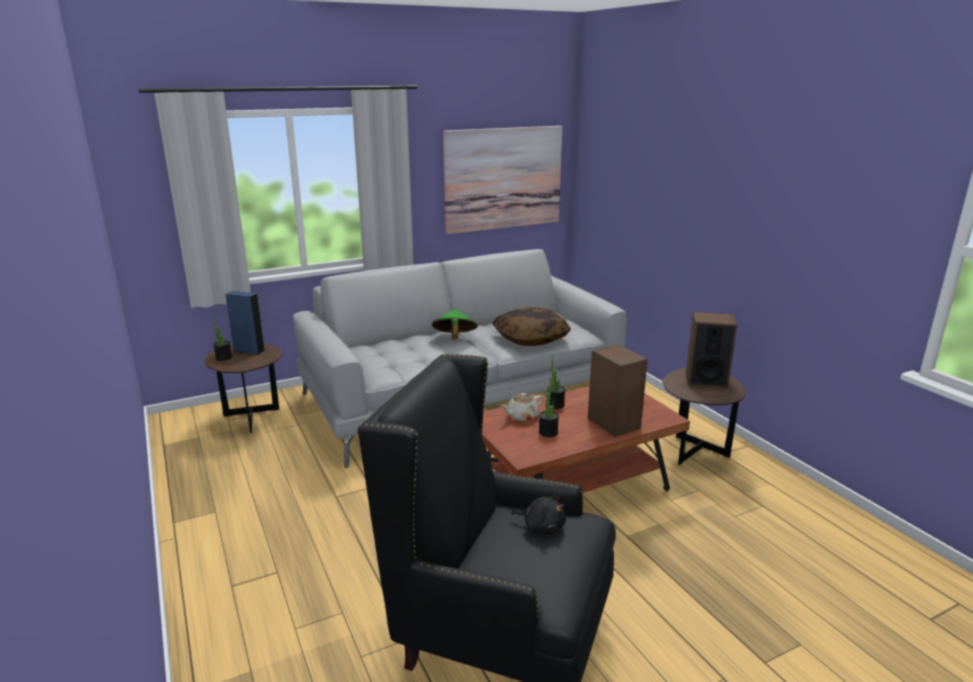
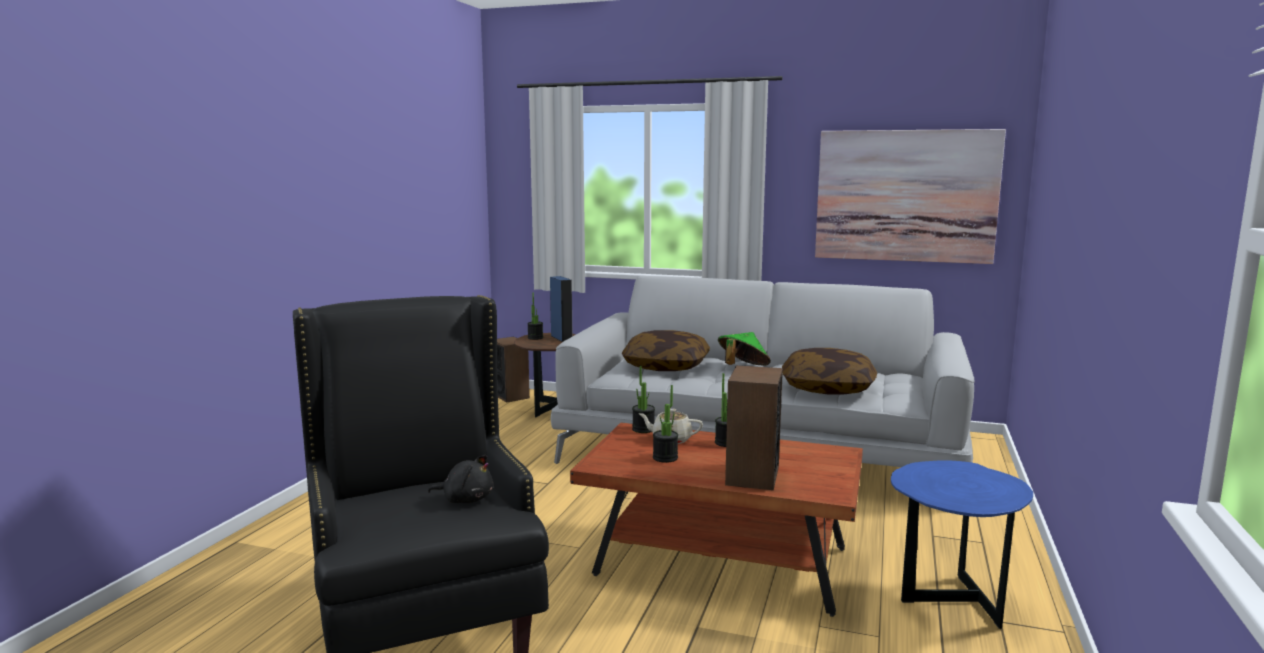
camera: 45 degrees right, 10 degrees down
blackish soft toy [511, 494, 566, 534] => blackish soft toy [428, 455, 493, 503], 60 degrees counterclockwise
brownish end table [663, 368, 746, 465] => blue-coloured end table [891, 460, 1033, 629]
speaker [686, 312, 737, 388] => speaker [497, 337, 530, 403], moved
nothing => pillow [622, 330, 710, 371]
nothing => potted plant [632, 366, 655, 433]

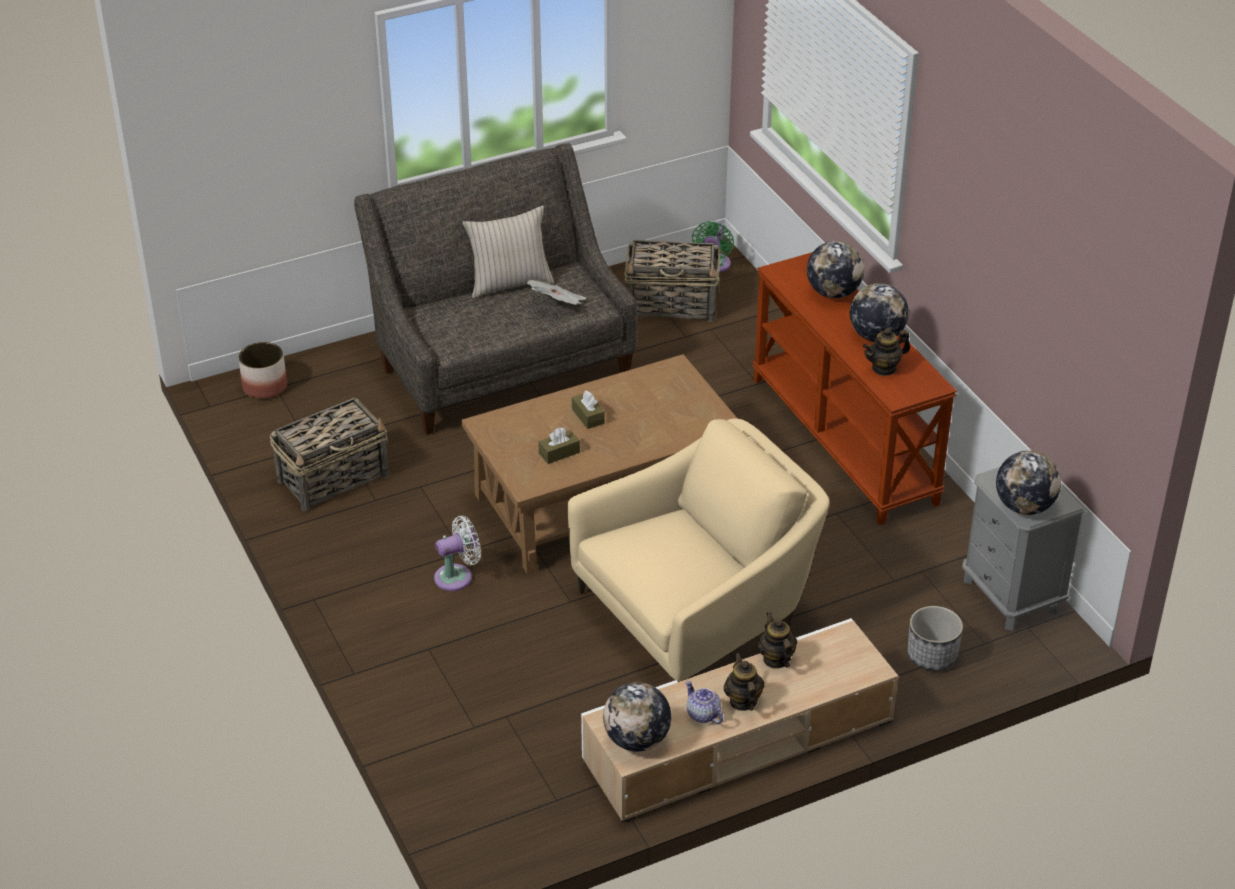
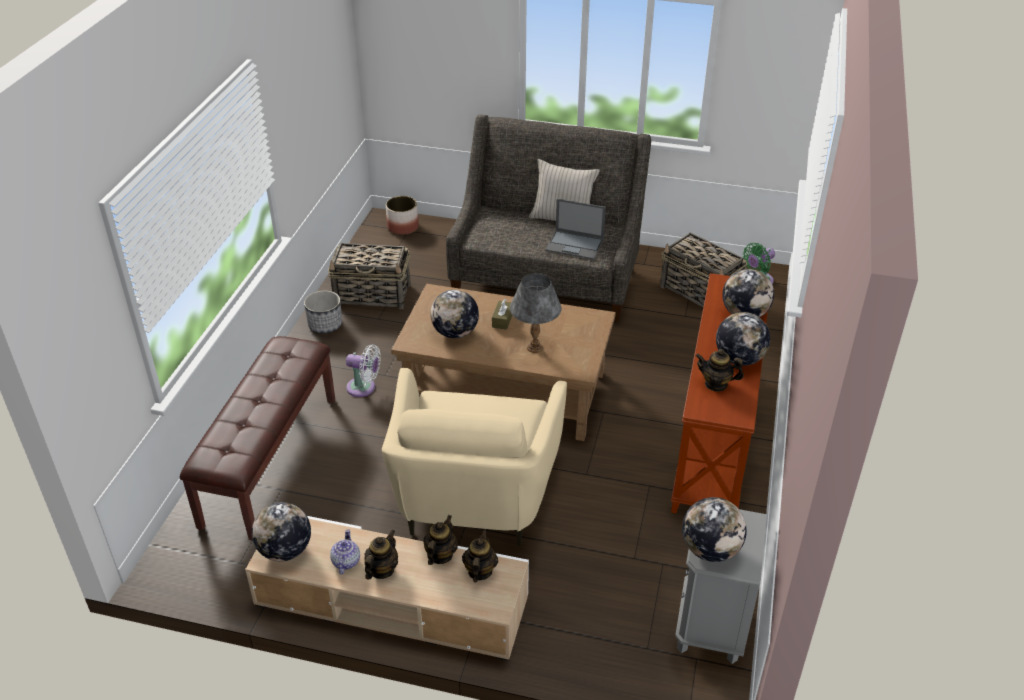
camera: 40 degrees right, 0 degrees up
printed paper [527, 280, 586, 305] => portable computer [545, 199, 606, 260]
brownish tissue holder [538, 427, 580, 464] => desk globe [430, 290, 479, 338]
sand-coloured armchair [567, 419, 830, 682] => sand-coloured armchair [382, 368, 567, 546], 90 degrees clockwise
flower pot [907, 606, 963, 670] => flower pot [304, 291, 342, 333], moved
nothing => brownish long seat [180, 336, 335, 541]
nothing => tea pot [462, 529, 498, 583]
nothing => greyish lamp for a table [510, 273, 562, 353]

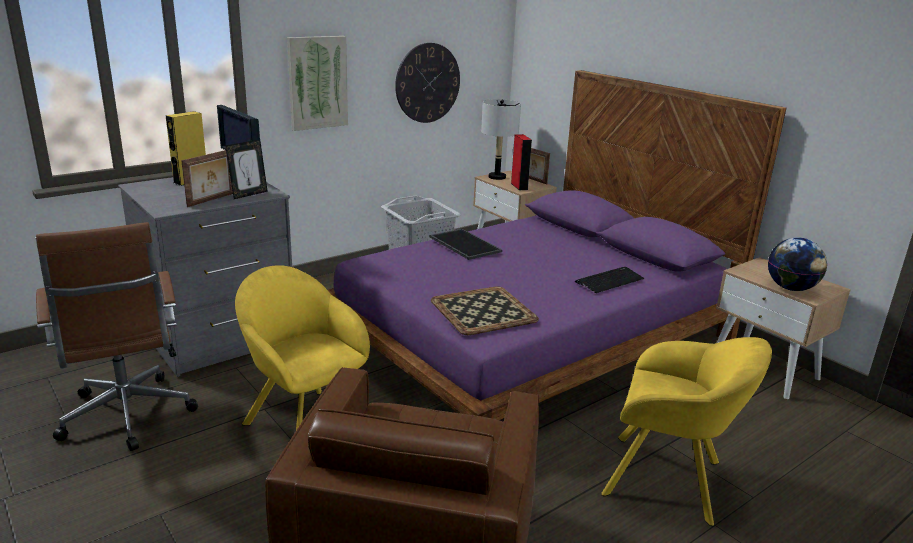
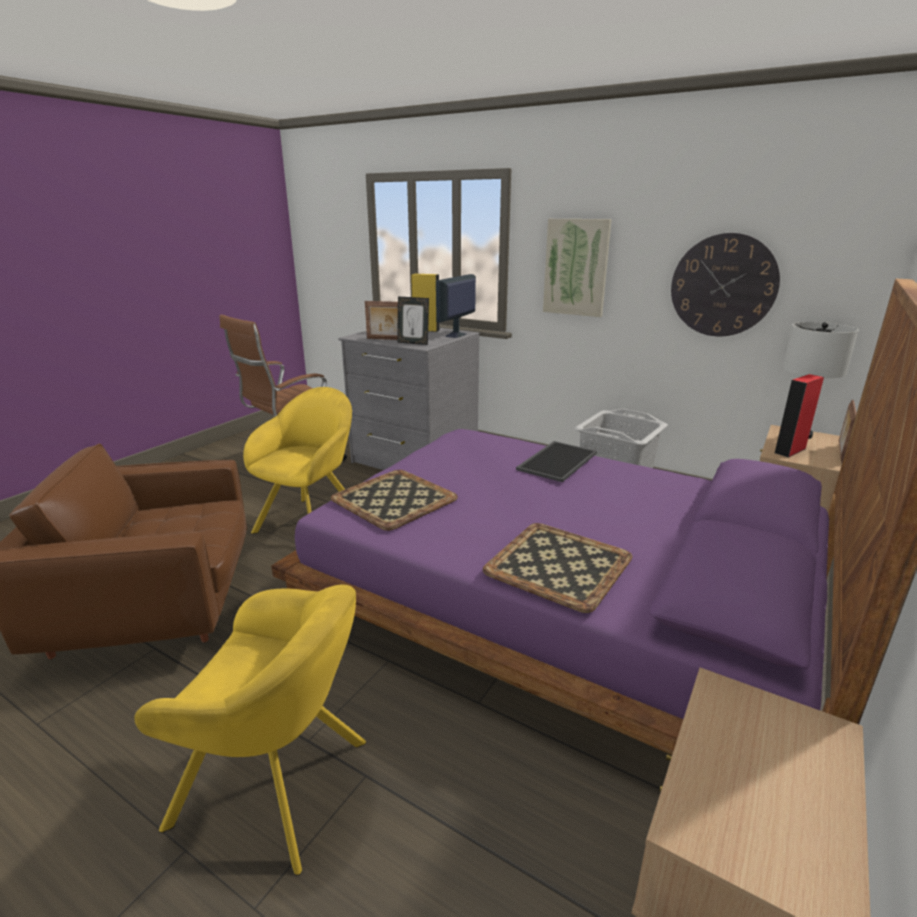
camera: 70 degrees right, 0 degrees up
PC keyboard [575, 267, 644, 293] => carrying tray [483, 523, 632, 613]
yellowish armchair [601, 337, 772, 526] => yellowish armchair [134, 585, 366, 876], 75 degrees counterclockwise
desk globe [768, 237, 827, 291] => nothing

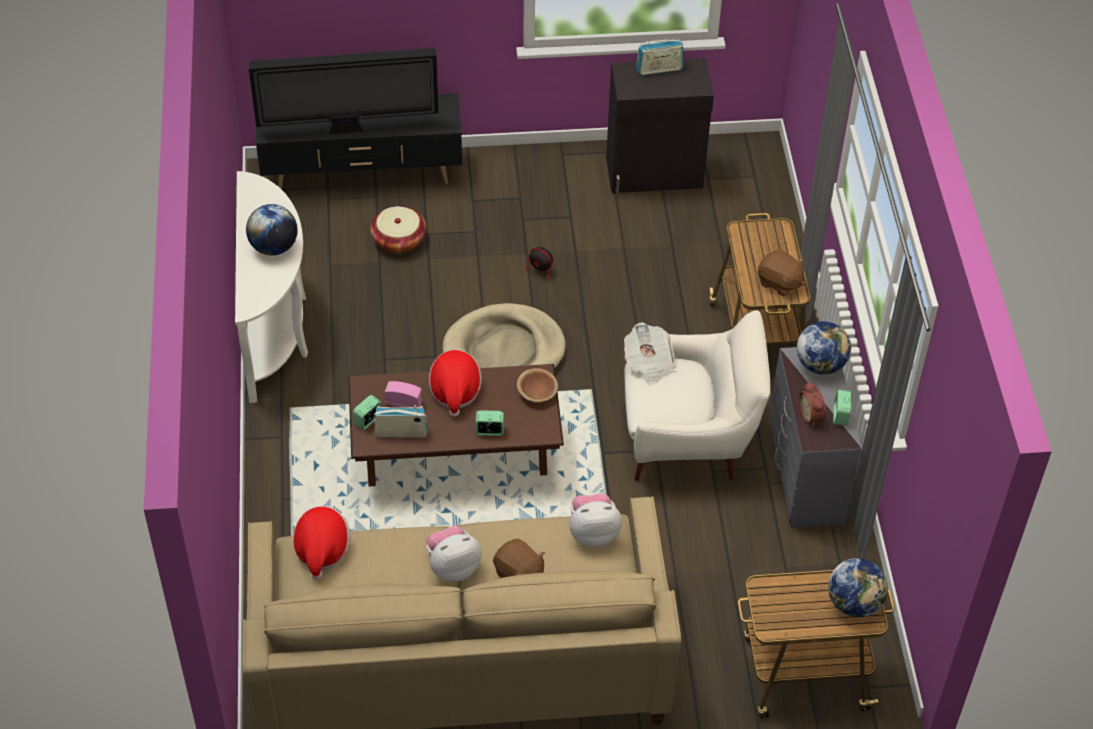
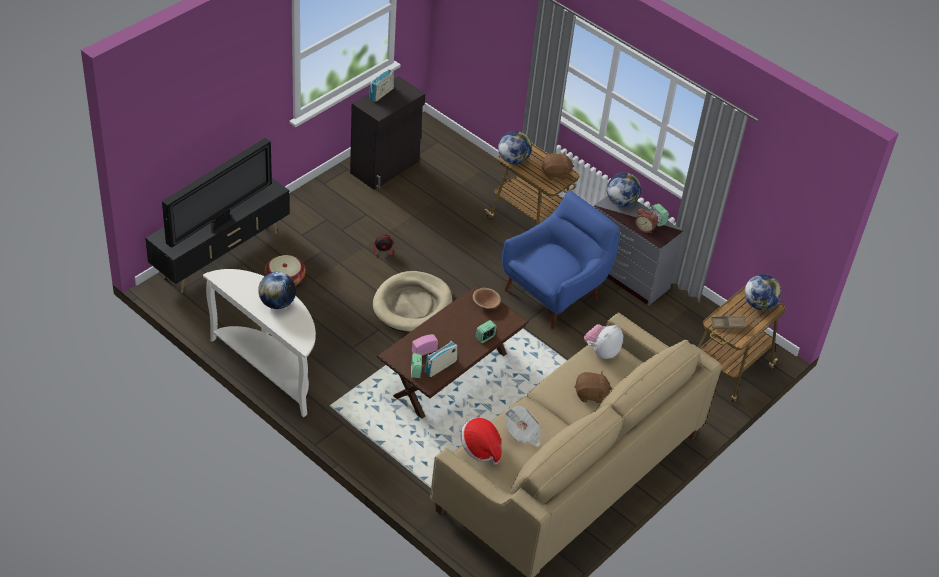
camera: 45 degrees left, 5 degrees down
soft toy [426, 526, 482, 582] => nothing
wearable hat [429, 349, 482, 417] => nothing
white armchair [624, 311, 770, 481] => blue-coloured armchair [502, 191, 620, 329]
printed paper [624, 322, 675, 385] => printed paper [505, 406, 542, 446], moved
nothing => desk globe [498, 131, 532, 164]
nothing => brownish carrying tray [711, 316, 746, 329]

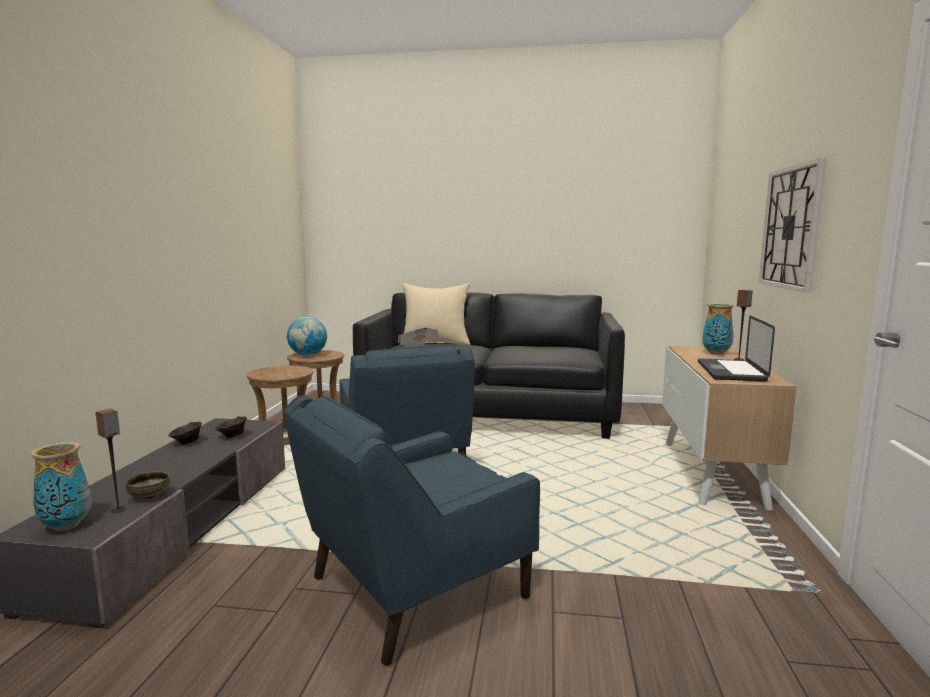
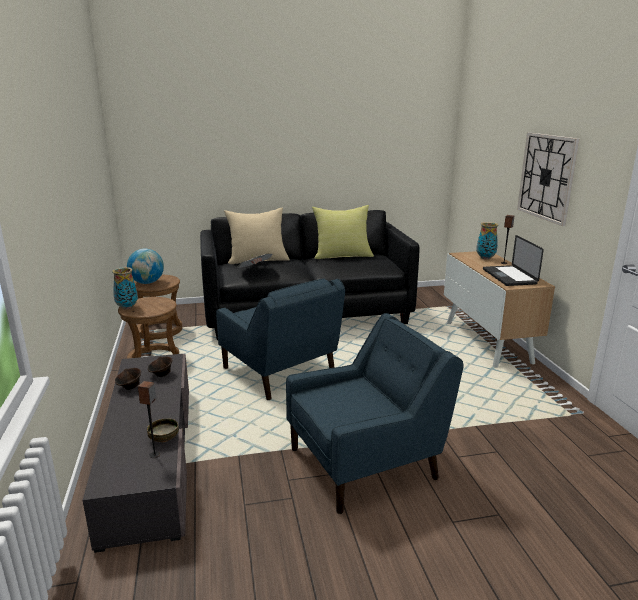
camera: 20 degrees left, 10 degrees up
flower vase [30, 442, 92, 531] => flower vase [112, 267, 138, 309], moved
blue-coloured armchair [284, 395, 540, 666] => blue-coloured armchair [286, 313, 464, 514], 150 degrees counterclockwise
nothing => yellowish pillow [312, 205, 374, 259]

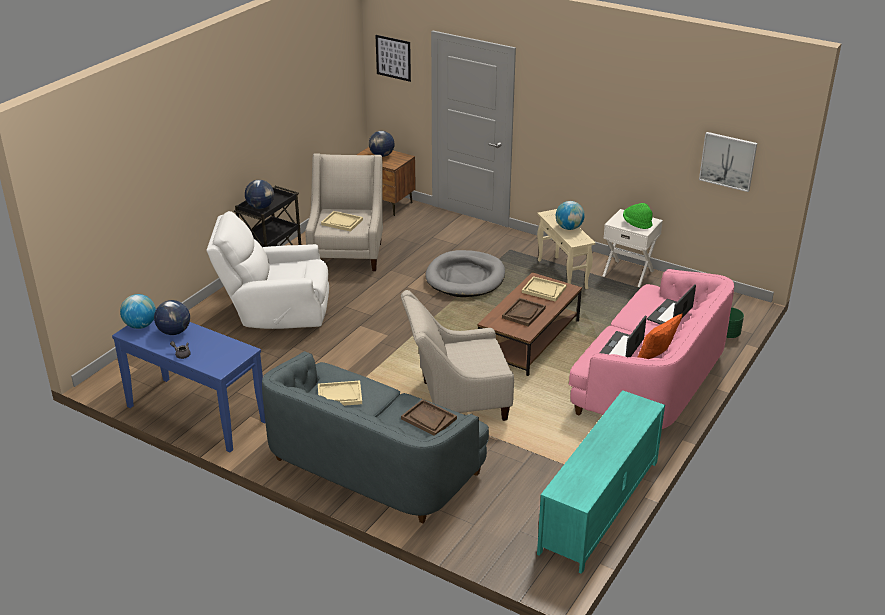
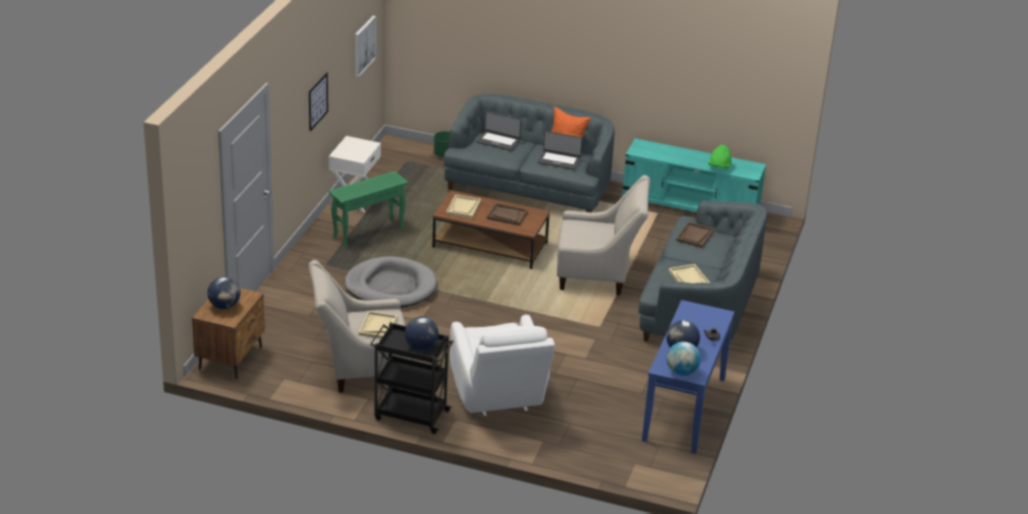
camera: 105 degrees left, 0 degrees up
wall art [375, 35, 411, 82] => wall art [309, 73, 328, 131], moved
sand-coloured armchair [401, 290, 514, 421] => sand-coloured armchair [557, 175, 650, 295], 60 degrees counterclockwise
sand-coloured end table [537, 209, 595, 289] => green end table [328, 171, 408, 248]
desk globe [556, 201, 585, 230] => nothing
pink-coloured sofa [569, 269, 734, 429] => greyish sofa [444, 94, 614, 212]
green wearable hat [623, 203, 653, 229] => green wearable hat [708, 145, 731, 169], moved

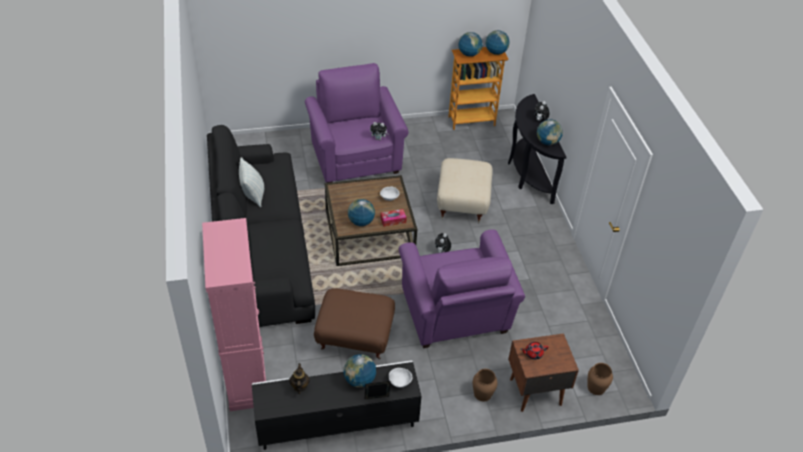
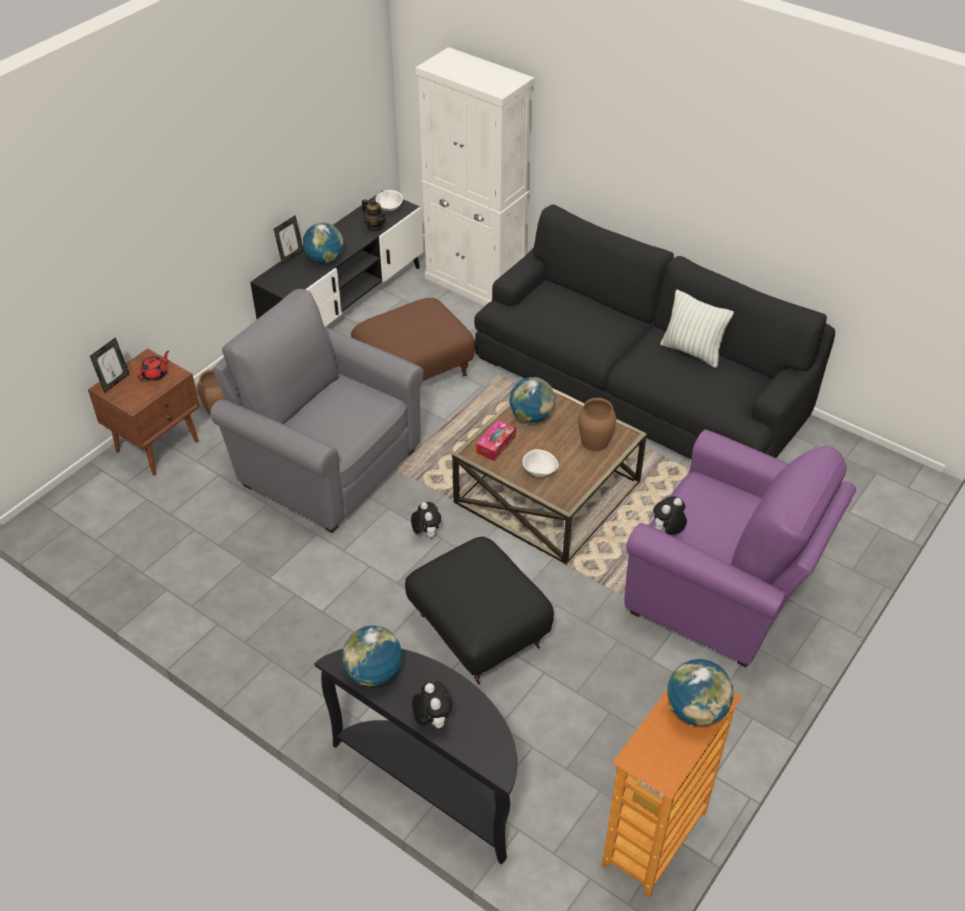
camera: 140 degrees right, 0 degrees up
pink-coloured cupboard [202, 218, 266, 411] => white cupboard [416, 47, 534, 306]
white deep dish [389, 368, 412, 388] => white deep dish [375, 190, 403, 211], moved
purplish armchair [399, 229, 525, 348] => greyish armchair [210, 289, 424, 533]
sand-coloured pouffe [437, 158, 493, 223] => blackish pouffe [405, 536, 554, 684]
desk globe [486, 30, 510, 55] => nothing
brownish flower vase [588, 363, 613, 395] => brownish flower vase [578, 398, 616, 451], moved
nothing => standing frame [90, 337, 129, 393]

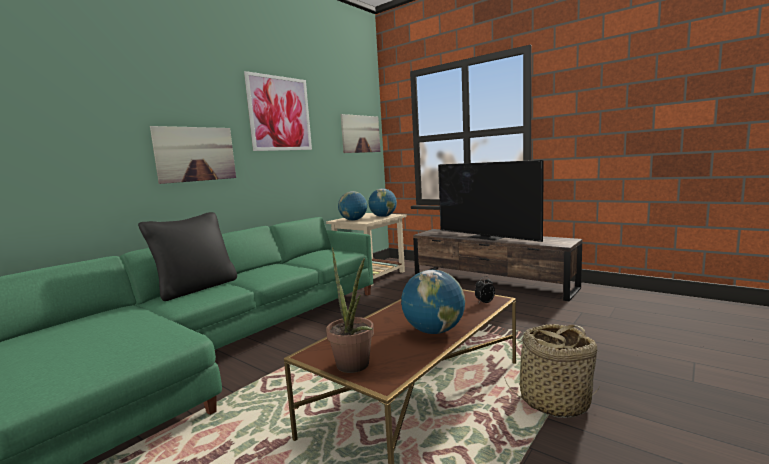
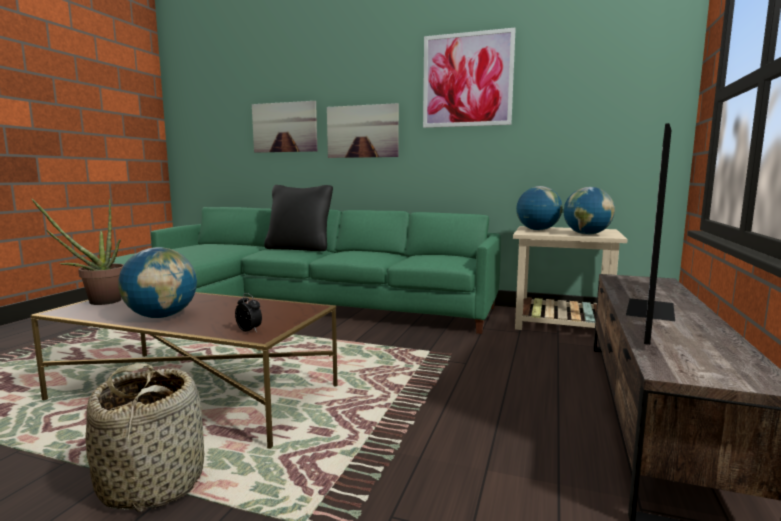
camera: 70 degrees right, 0 degrees up
wall art [341, 114, 380, 153] => wall art [252, 101, 317, 153], moved

